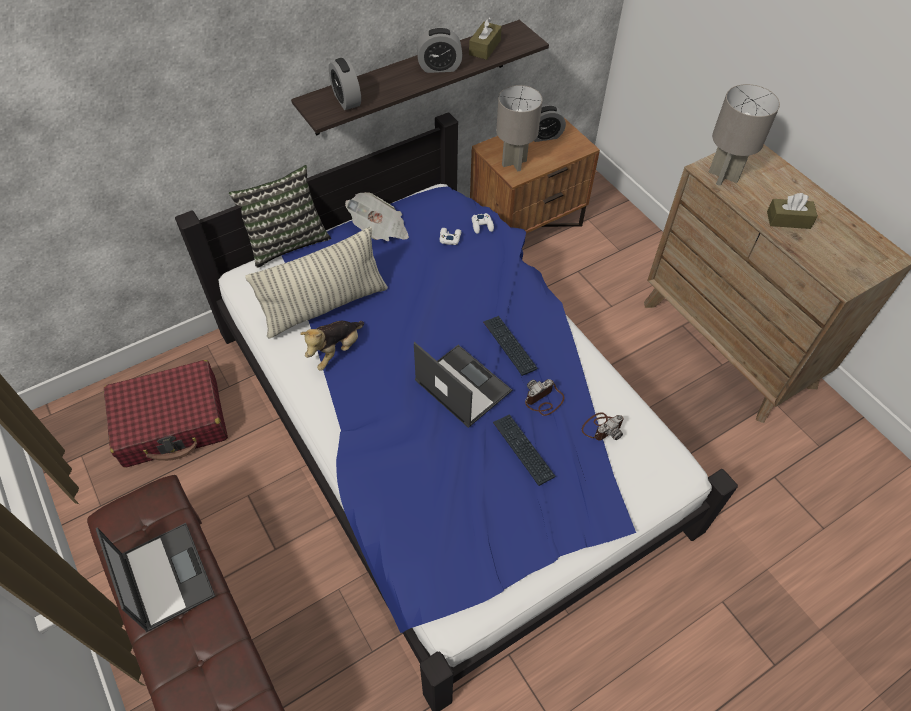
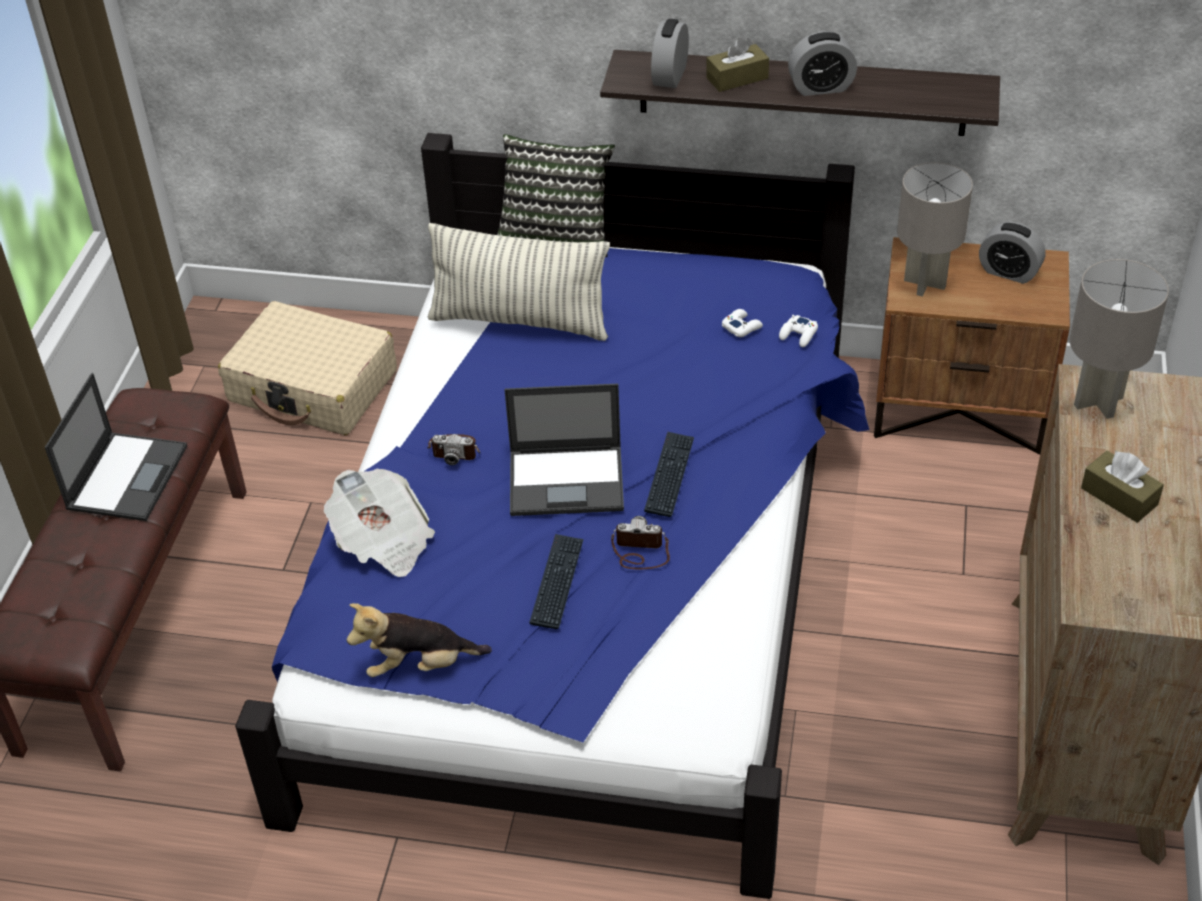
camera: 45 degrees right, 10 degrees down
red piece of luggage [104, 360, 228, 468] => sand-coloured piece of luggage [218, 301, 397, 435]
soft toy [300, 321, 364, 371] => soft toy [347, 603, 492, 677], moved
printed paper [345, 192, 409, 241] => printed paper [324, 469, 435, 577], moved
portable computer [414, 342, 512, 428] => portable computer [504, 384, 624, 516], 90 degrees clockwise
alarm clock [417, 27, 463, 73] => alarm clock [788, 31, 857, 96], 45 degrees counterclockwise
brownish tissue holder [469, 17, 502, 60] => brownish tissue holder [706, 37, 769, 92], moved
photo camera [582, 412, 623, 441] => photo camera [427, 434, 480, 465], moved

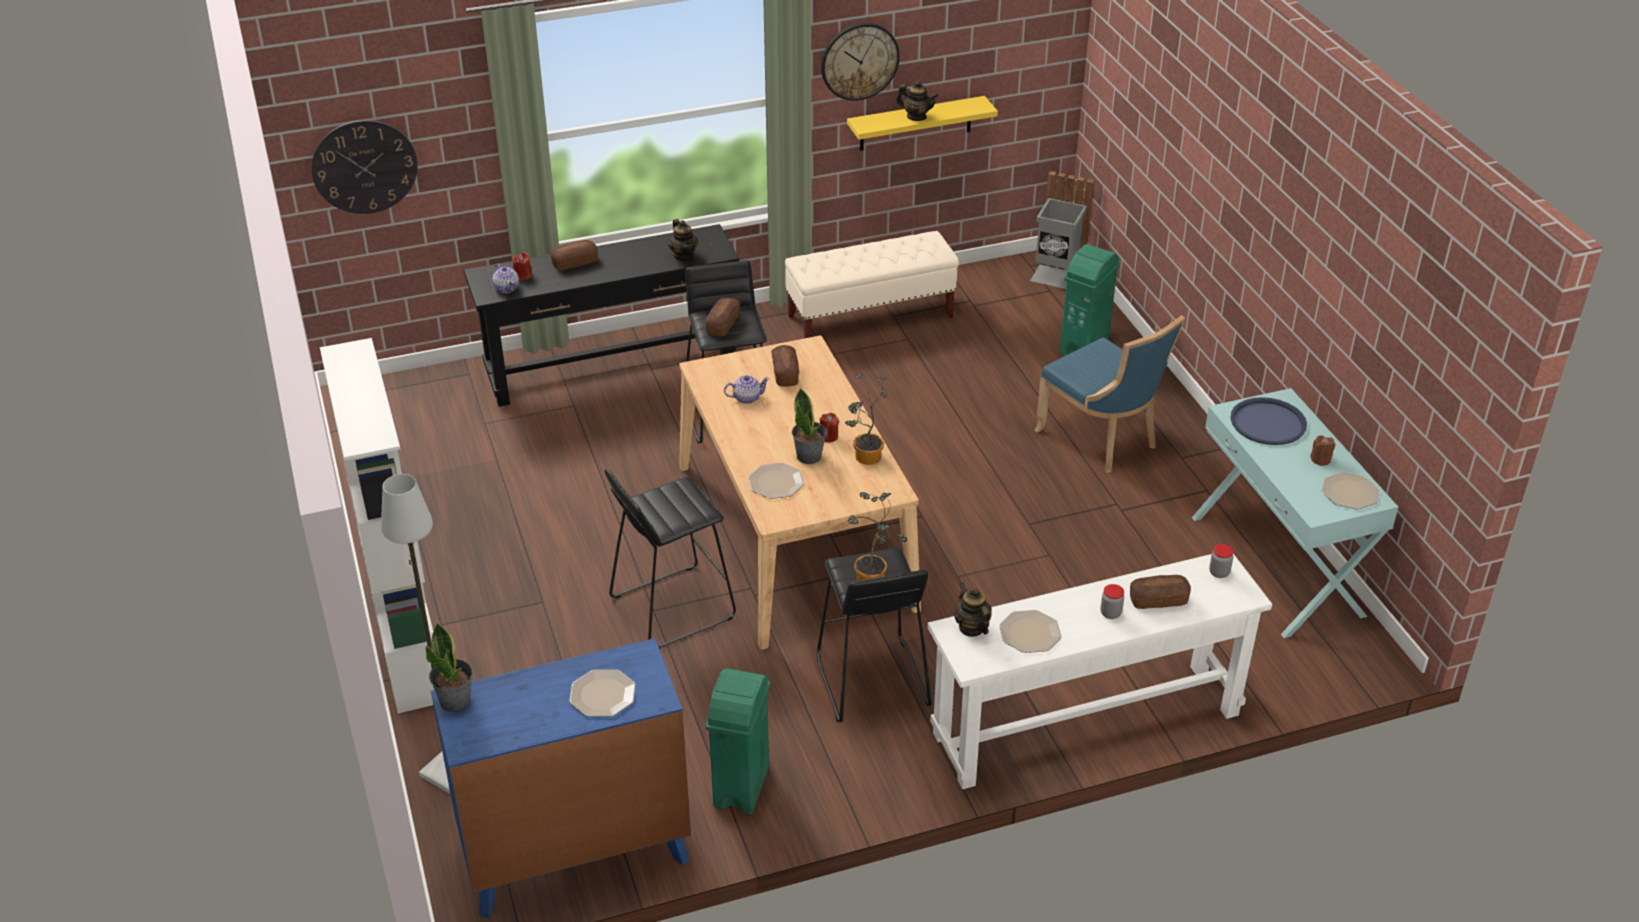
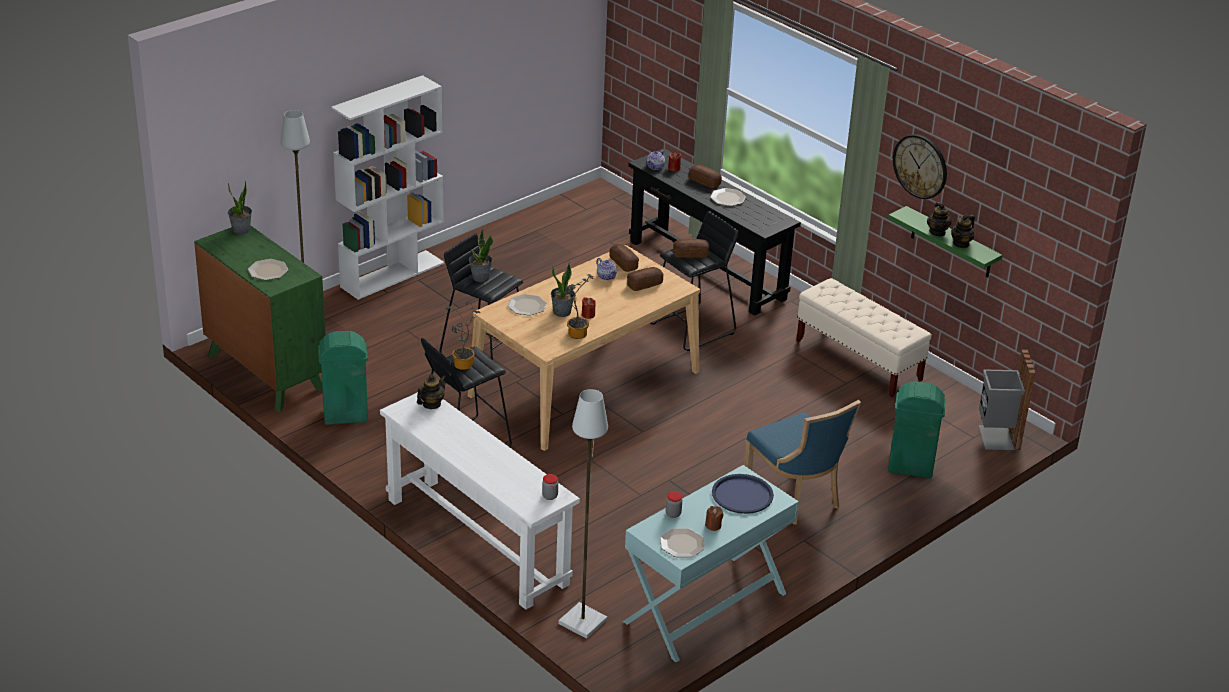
camera: 65 degrees right, 5 degrees down
clock on the wall [311, 120, 418, 214] => nothing
blue-coloured chest of drawers [431, 638, 691, 918] => green chest of drawers [194, 225, 326, 412]
tea pot [669, 219, 698, 261] => tea pot [951, 215, 975, 248], moved
yellowish bracket shelf [847, 96, 998, 151] => green bracket shelf [888, 206, 1003, 278]
plate [999, 610, 1062, 653] => plate [710, 188, 746, 206], moved
blue-coloured chair [1034, 315, 1185, 473] => blue-coloured chair [744, 400, 861, 525], 60 degrees counterclockwise
storage jar [1101, 584, 1124, 619] => storage jar [666, 492, 682, 518], moved
baked bread [1130, 575, 1191, 609] => baked bread [610, 244, 639, 272], moved
nothing => potted plant [469, 229, 493, 282]
nothing => greyish floor lamp [558, 389, 608, 639]

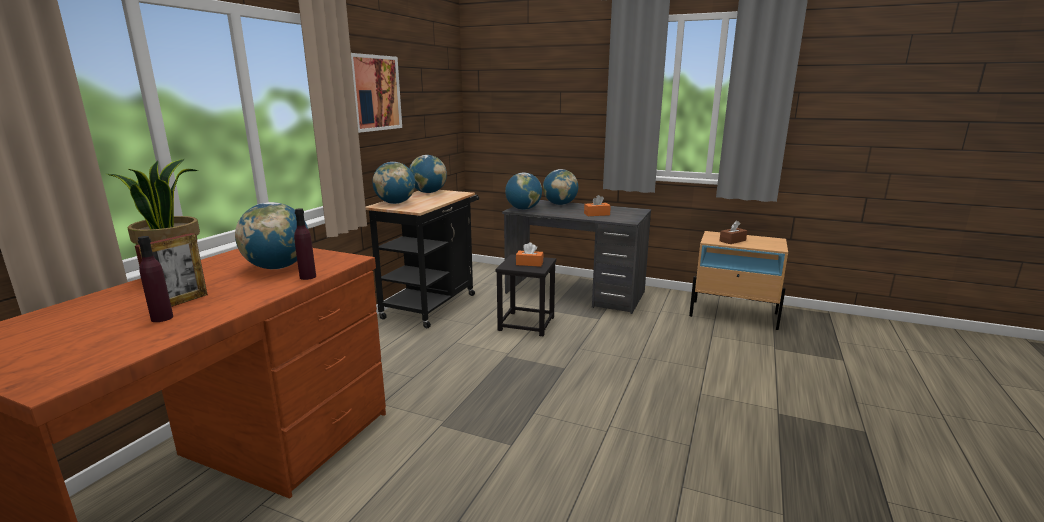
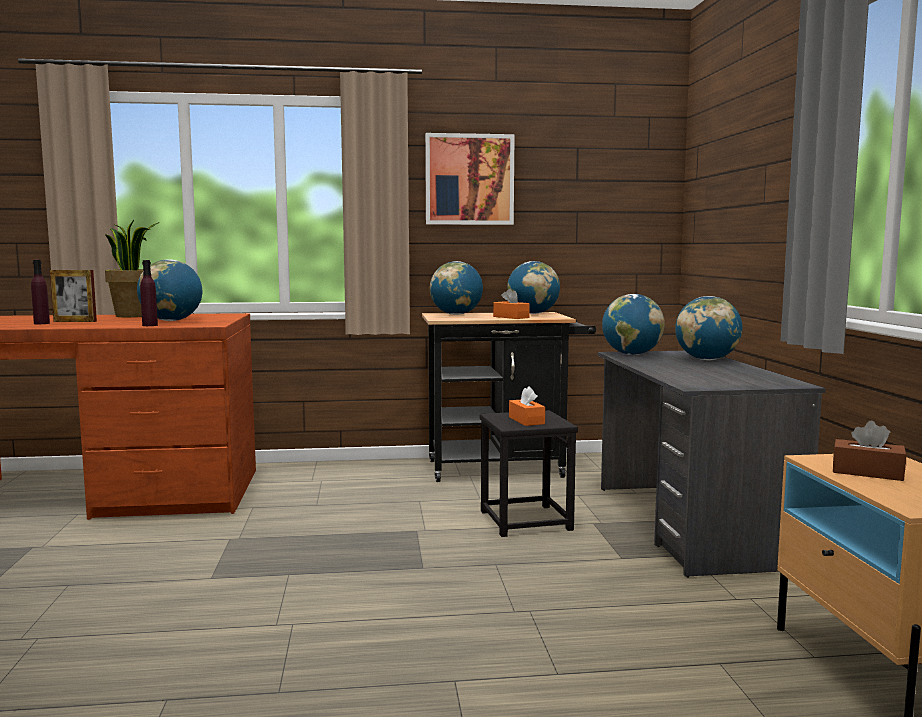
camera: 60 degrees right, 10 degrees down
orange-coloured tissue holder [584, 195, 611, 216] => orange-coloured tissue holder [493, 288, 530, 319], moved

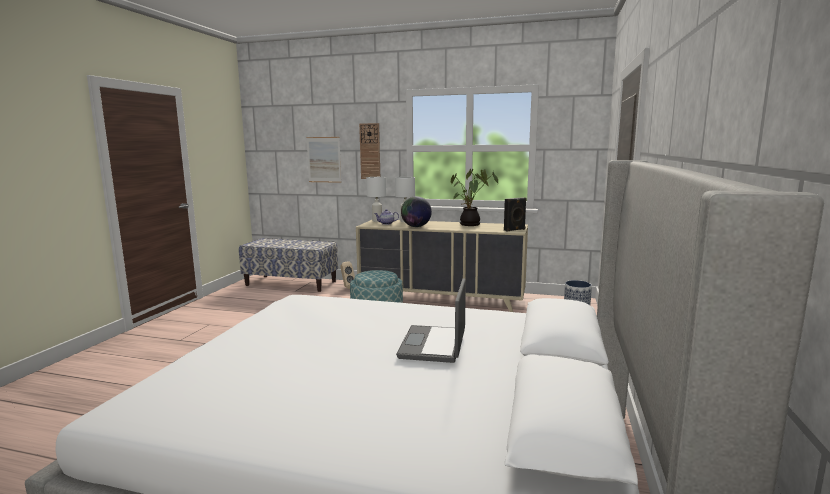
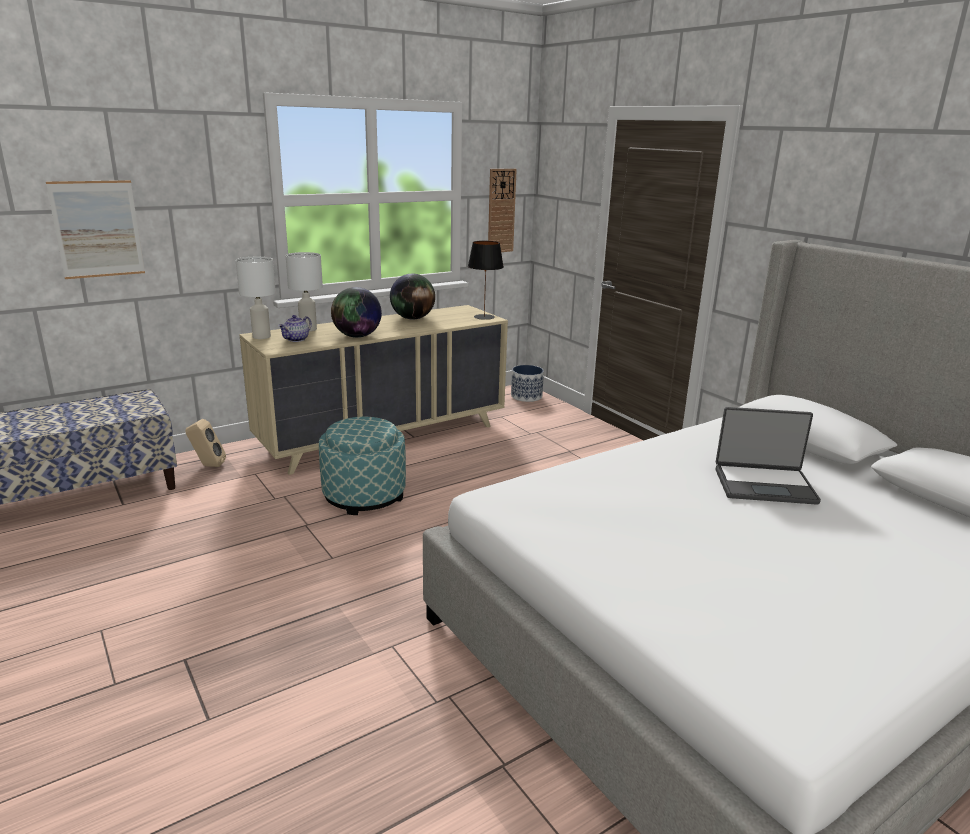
camera: 50 degrees left, 10 degrees up
clock on the wall [359, 123, 380, 179] => clock on the wall [488, 169, 517, 252], moved
portable computer [396, 279, 466, 363] => portable computer [715, 407, 821, 505], 45 degrees counterclockwise
potted plant [451, 169, 498, 226] => desk globe [390, 274, 435, 320]
blackish speaker [504, 197, 527, 231] => blackish lamp for a table [468, 241, 504, 320]

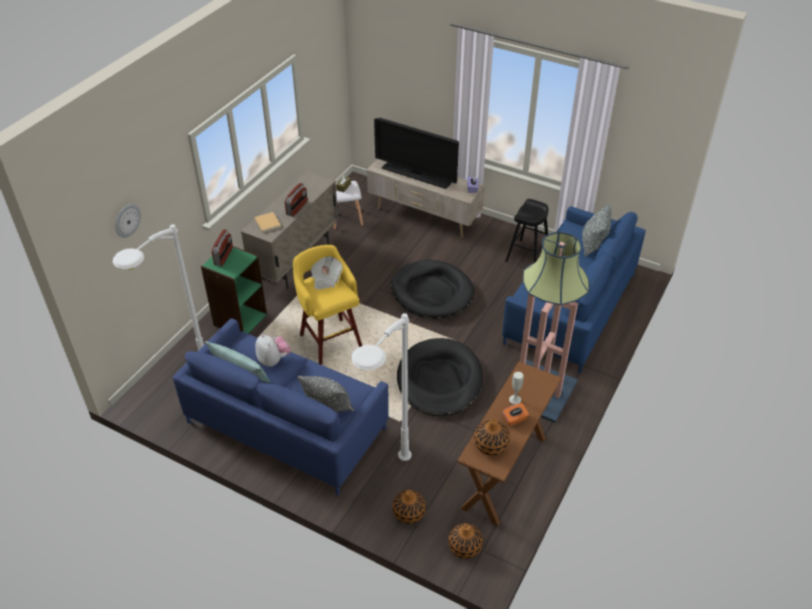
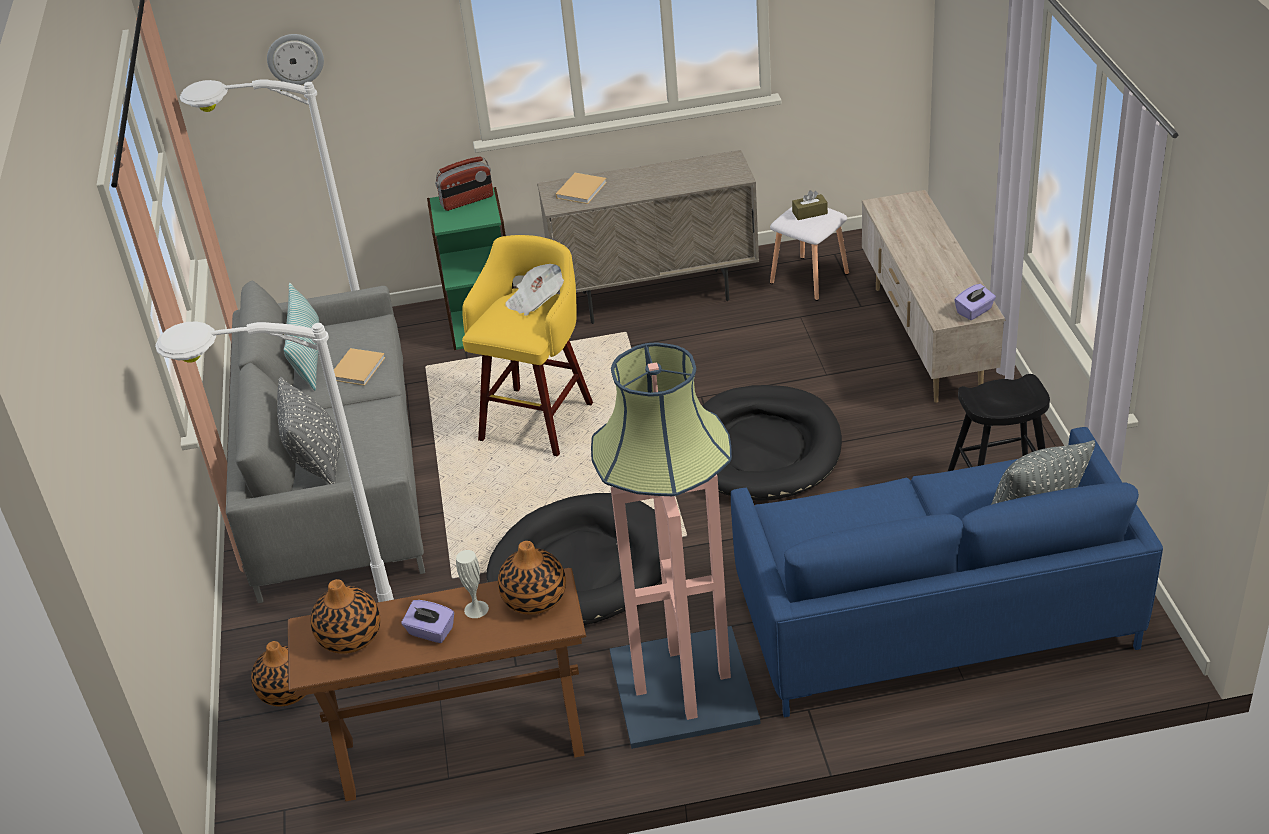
camera: 55 degrees right, 5 degrees down
blue-coloured sofa [173, 319, 389, 496] => greyish sofa [226, 280, 425, 603]
soft toy [255, 334, 291, 367] => sand-coloured volume [334, 348, 385, 385]
radio [285, 183, 307, 217] => nothing
TV set [374, 118, 459, 189] => nothing
flower vase [448, 523, 483, 559] => flower vase [498, 541, 566, 614], moved
orange-coloured tissue holder [502, 403, 529, 426] => purplish tissue holder [401, 600, 454, 643]

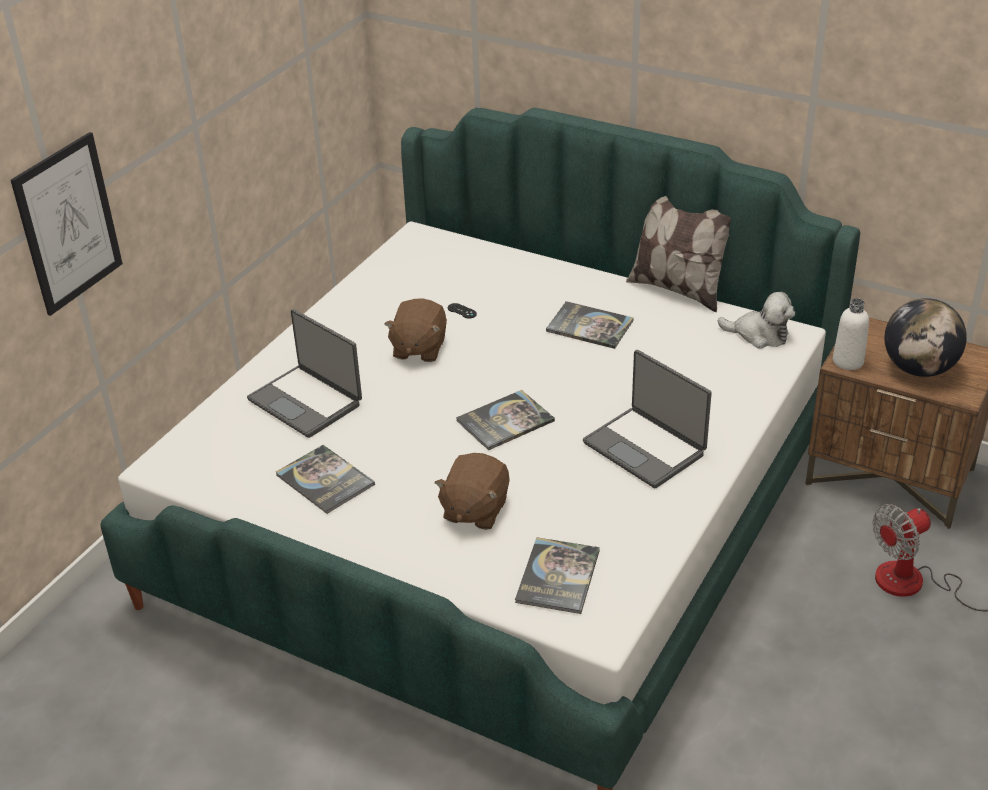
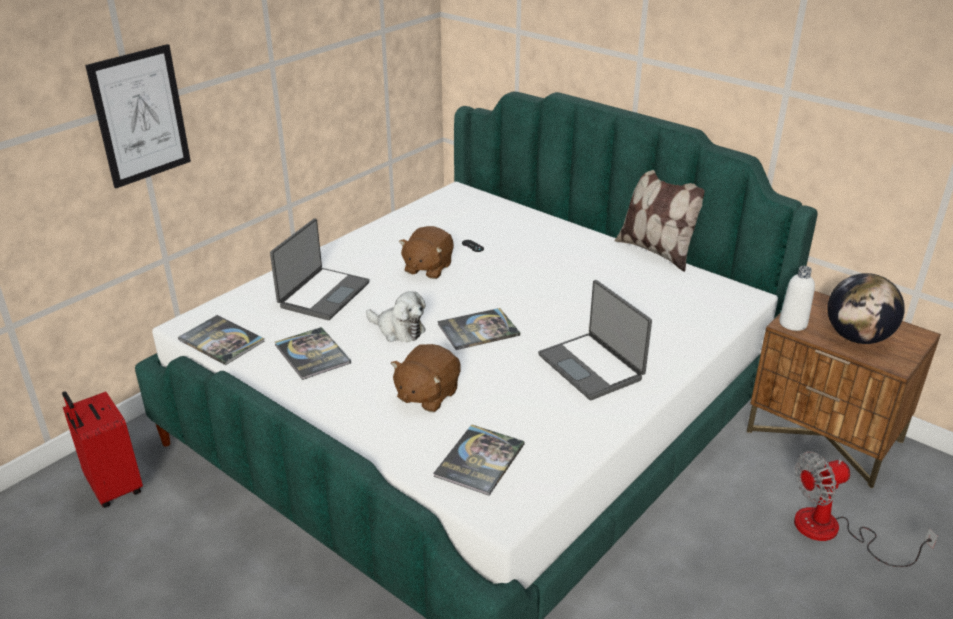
camera: 10 degrees right, 5 degrees down
portable computer [247, 309, 362, 438] => portable computer [270, 219, 370, 320], 120 degrees counterclockwise
volume [546, 301, 634, 349] => volume [178, 315, 264, 365], moved
soft toy [718, 292, 795, 349] => soft toy [366, 291, 426, 342], moved
nothing => red piece of luggage [62, 391, 143, 508]

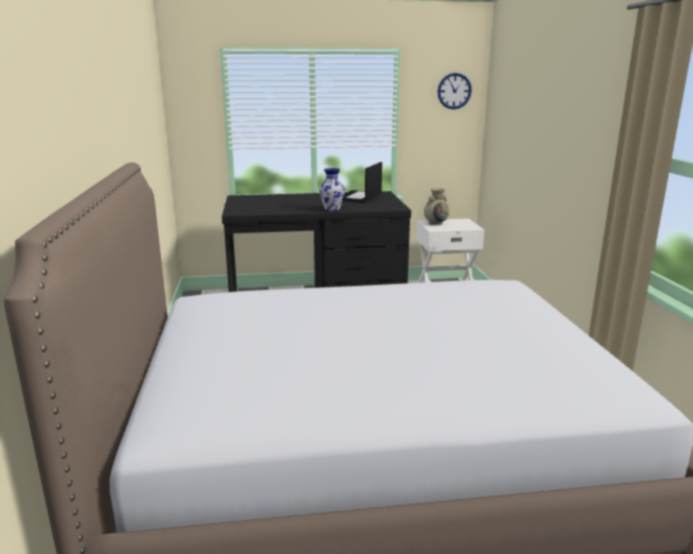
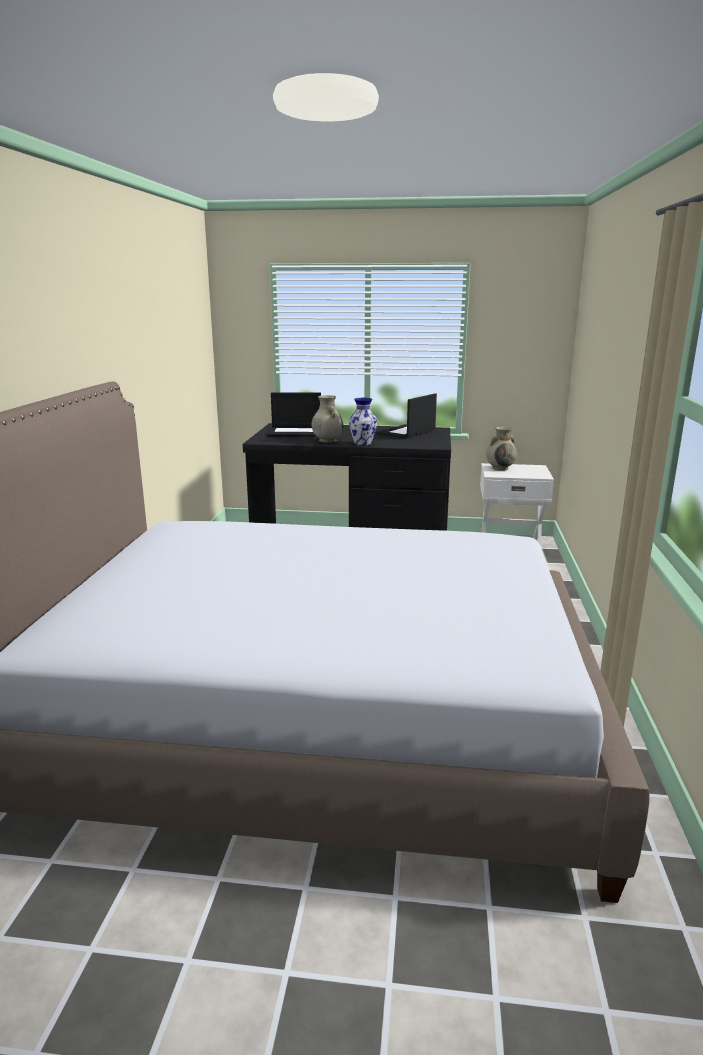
camera: 15 degrees right, 0 degrees up
clock on the wall [438, 73, 472, 109] => nothing
nothing => portable computer [267, 392, 321, 437]
nothing => sand-coloured flower vase [312, 395, 343, 443]

